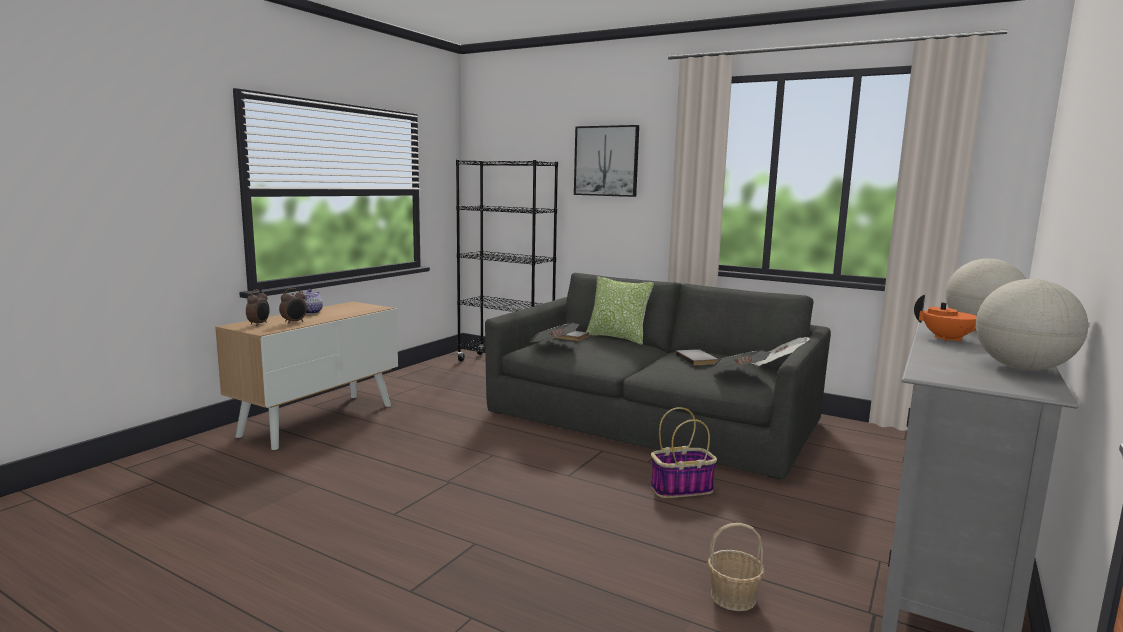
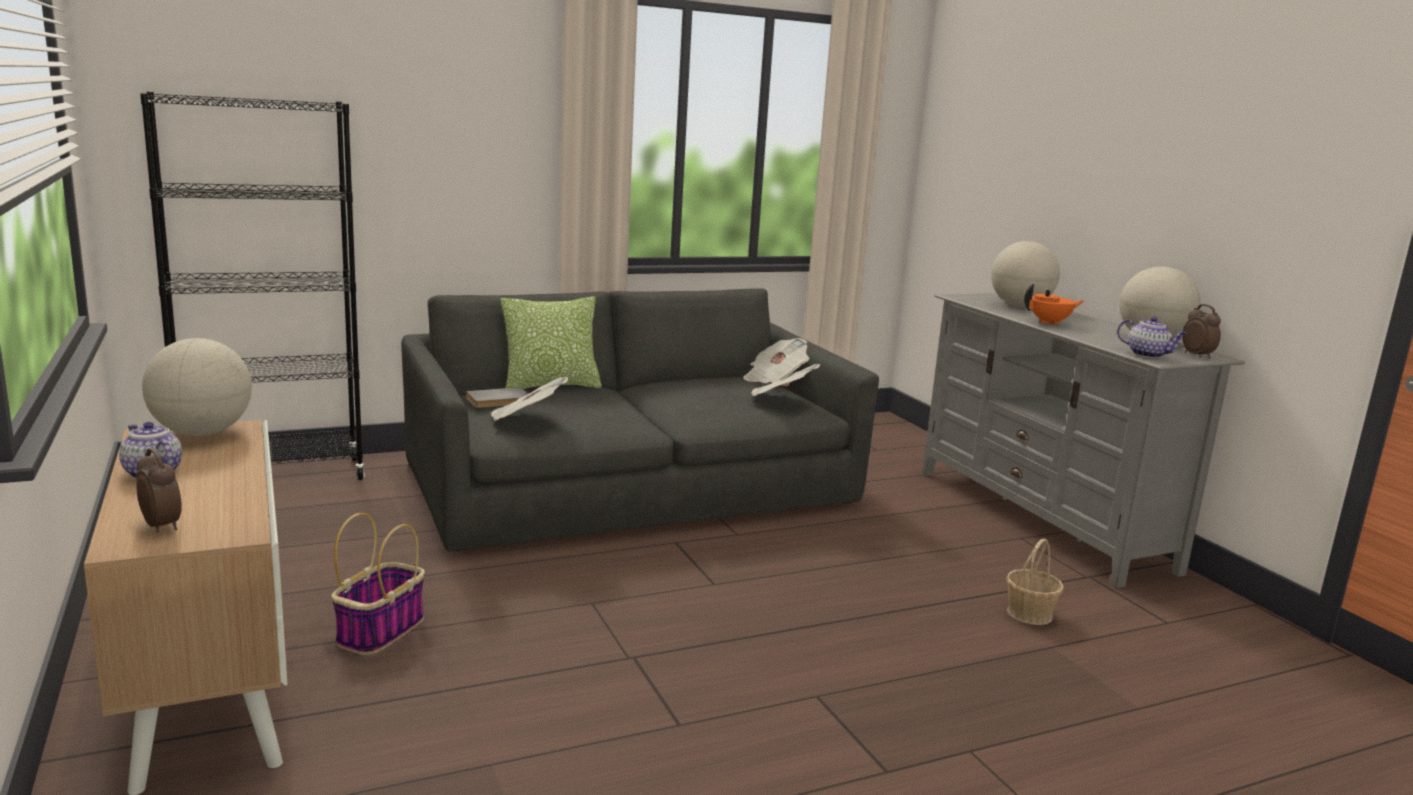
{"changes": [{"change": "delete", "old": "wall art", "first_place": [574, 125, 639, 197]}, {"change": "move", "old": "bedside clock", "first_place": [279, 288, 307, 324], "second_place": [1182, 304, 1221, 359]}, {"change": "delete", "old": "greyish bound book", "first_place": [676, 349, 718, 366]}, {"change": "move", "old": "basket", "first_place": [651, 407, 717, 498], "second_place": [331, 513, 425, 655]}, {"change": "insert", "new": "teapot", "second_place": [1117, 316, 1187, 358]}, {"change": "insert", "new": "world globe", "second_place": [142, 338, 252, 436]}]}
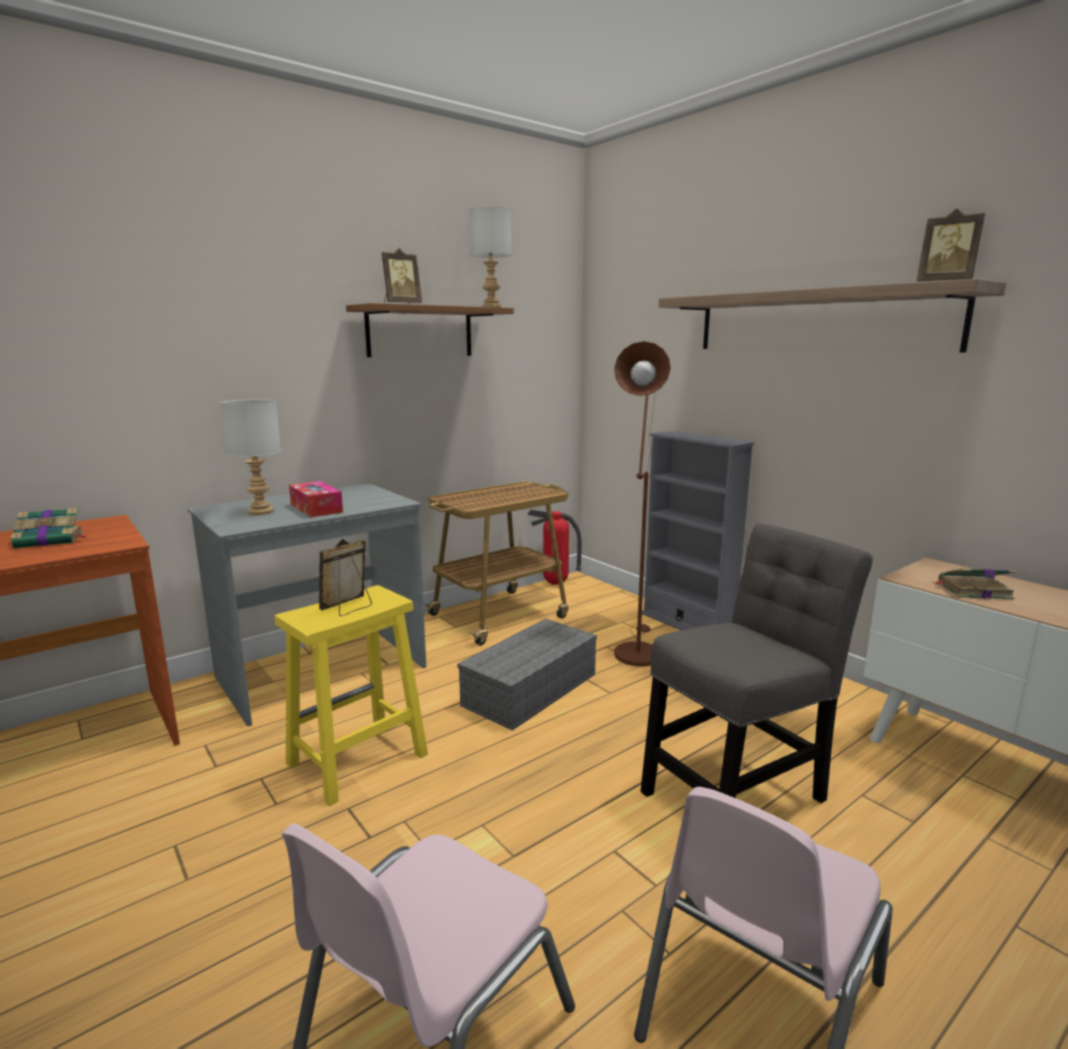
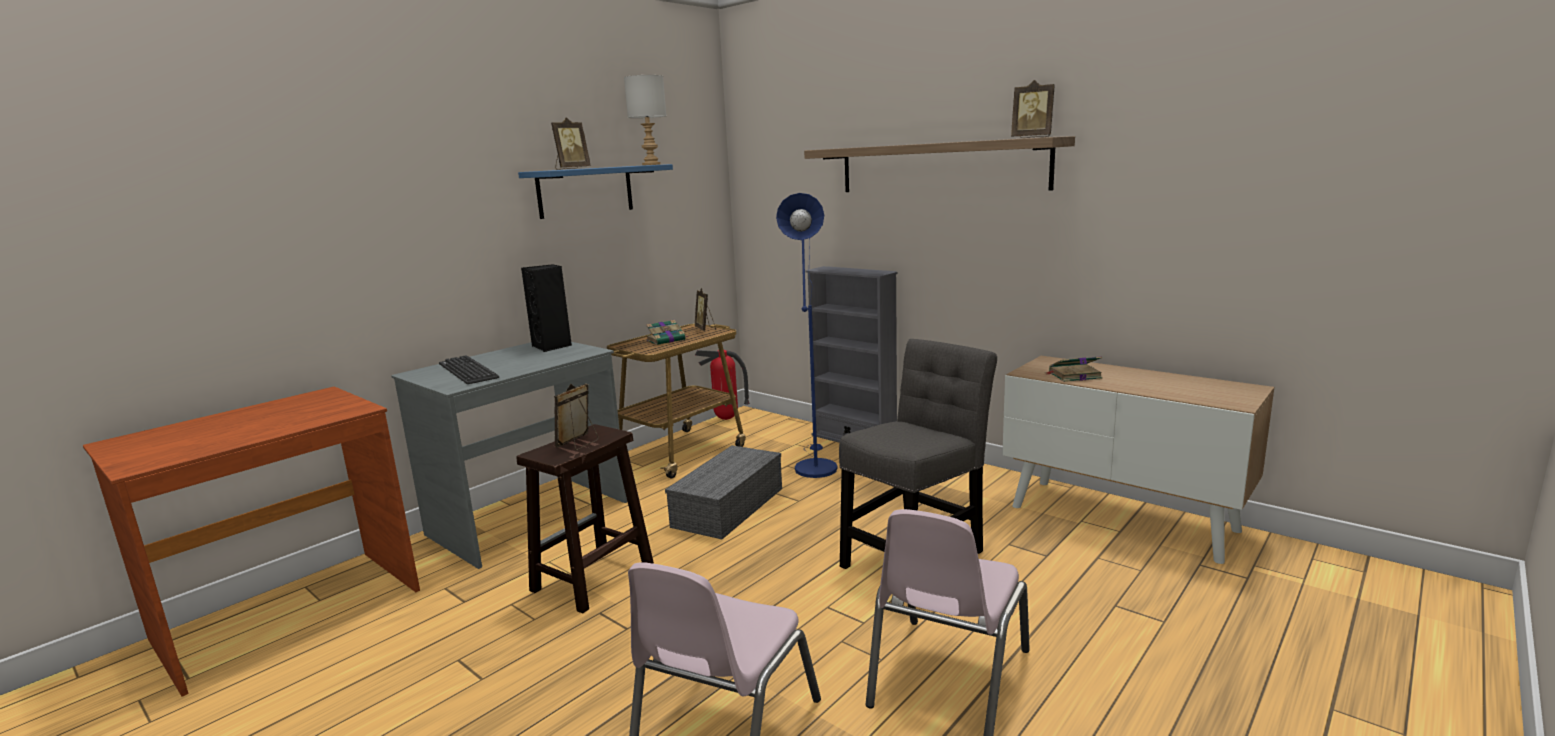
{"changes": [{"change": "recolor", "old": "brown-coloured shelf", "new": "blue shelf", "first_place": [346, 303, 514, 357], "second_place": [518, 164, 673, 219]}, {"change": "recolor", "old": "brown-coloured floor lamp", "new": "blue floor lamp", "first_place": [614, 341, 671, 666], "second_place": [776, 193, 837, 478]}, {"change": "replace", "old": "greyish tabletop lamp", "new": "PC keyboard", "first_place": [220, 399, 281, 515], "second_place": [439, 355, 499, 384]}, {"change": "delete", "old": "tissue holder", "first_place": [289, 481, 343, 517]}, {"change": "move", "old": "bound book", "first_place": [11, 508, 86, 549], "second_place": [646, 320, 689, 345]}, {"change": "recolor", "old": "yellow stool", "new": "brown-coloured stool", "first_place": [275, 585, 428, 806], "second_place": [516, 424, 654, 614]}, {"change": "insert", "new": "blackish speaker", "second_place": [521, 264, 572, 352]}, {"change": "insert", "new": "standing frame", "second_place": [695, 288, 716, 331]}]}
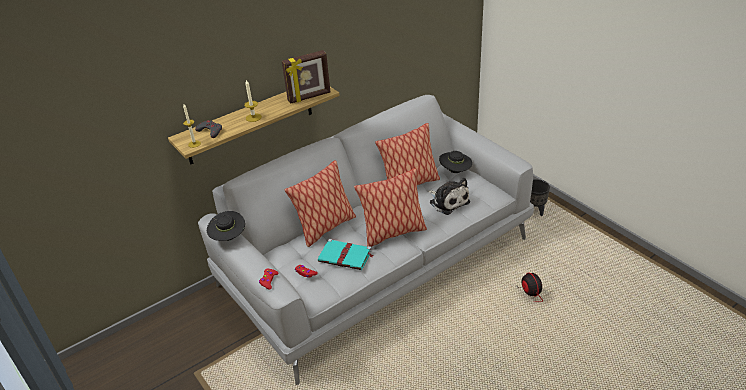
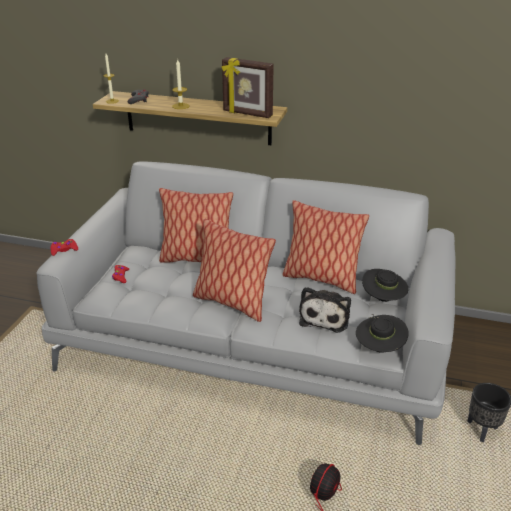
{"changes": [{"change": "move", "old": "blackish hat", "first_place": [207, 211, 245, 241], "second_place": [356, 314, 409, 353]}, {"change": "delete", "old": "turquoise bound book", "first_place": [318, 239, 374, 270]}]}
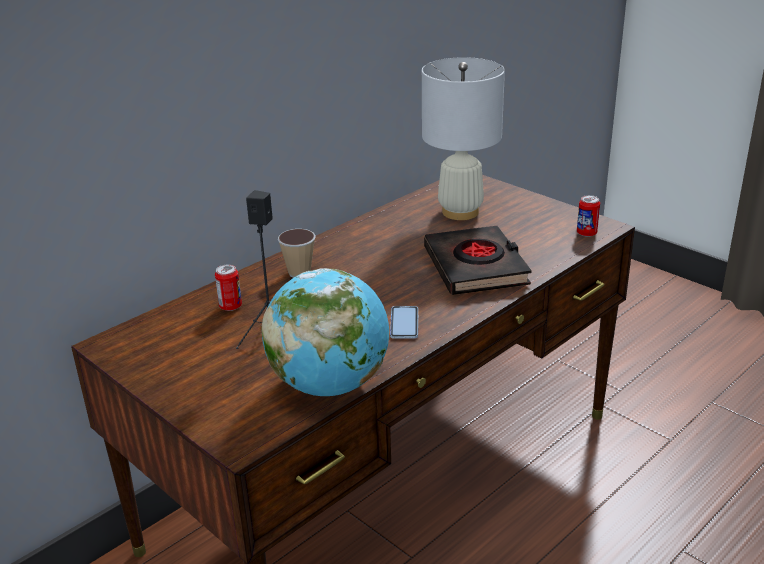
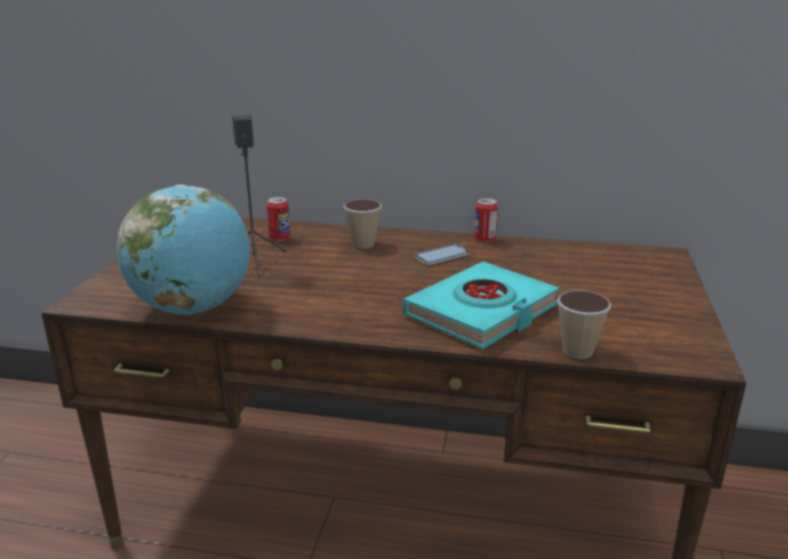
{"changes": [{"change": "delete", "old": "white-coloured tabletop lamp", "first_place": [422, 57, 505, 220]}, {"change": "move", "old": "can", "first_place": [577, 195, 600, 237], "second_place": [474, 198, 498, 242]}, {"change": "recolor", "old": "blackish bound book", "new": "turquoise bound book", "first_place": [424, 226, 532, 295], "second_place": [403, 261, 559, 349]}, {"change": "move", "old": "handset", "first_place": [390, 306, 418, 339], "second_place": [414, 244, 470, 265]}, {"change": "insert", "new": "drinking cup", "second_place": [557, 291, 611, 359]}]}
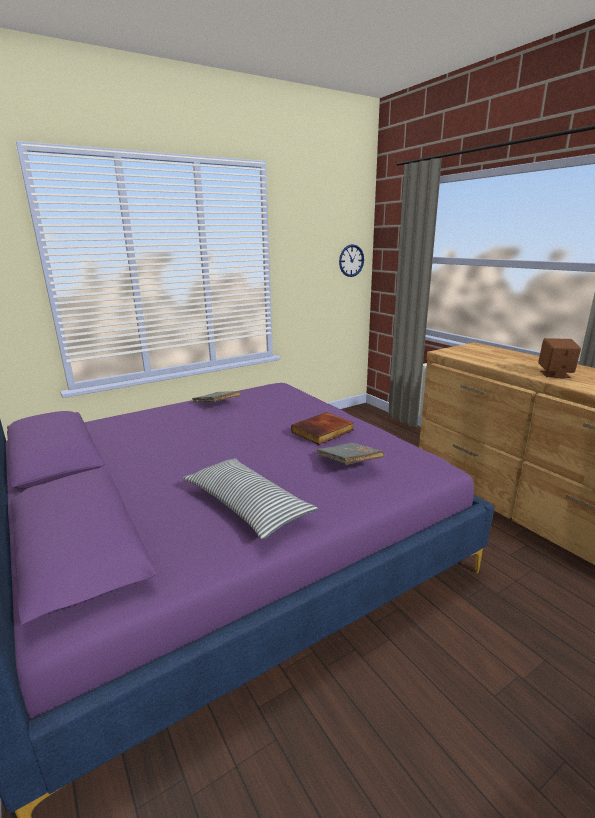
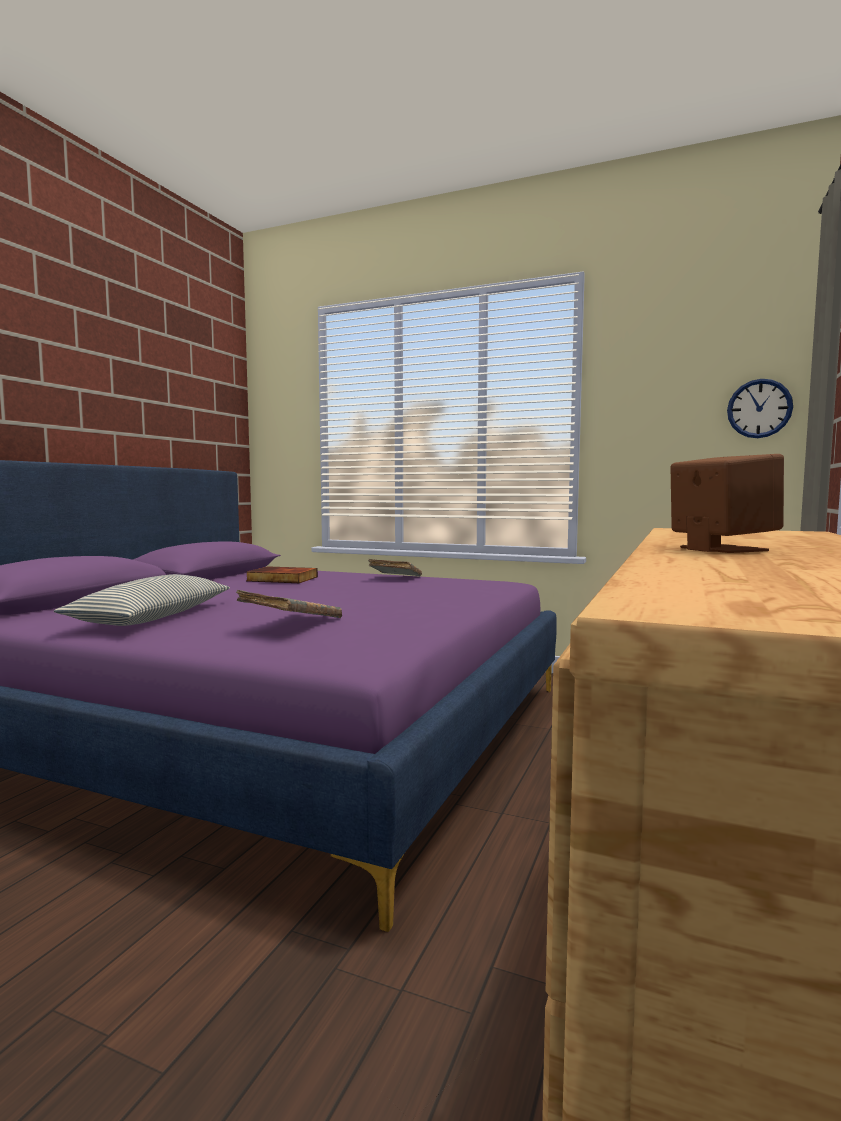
{"changes": [{"change": "move", "old": "bound book", "first_place": [291, 412, 354, 445], "second_place": [246, 566, 318, 583]}]}
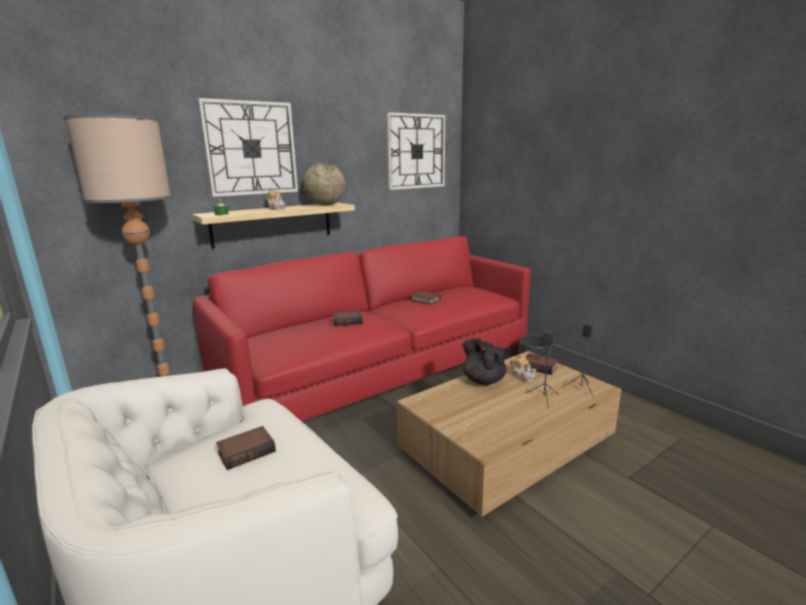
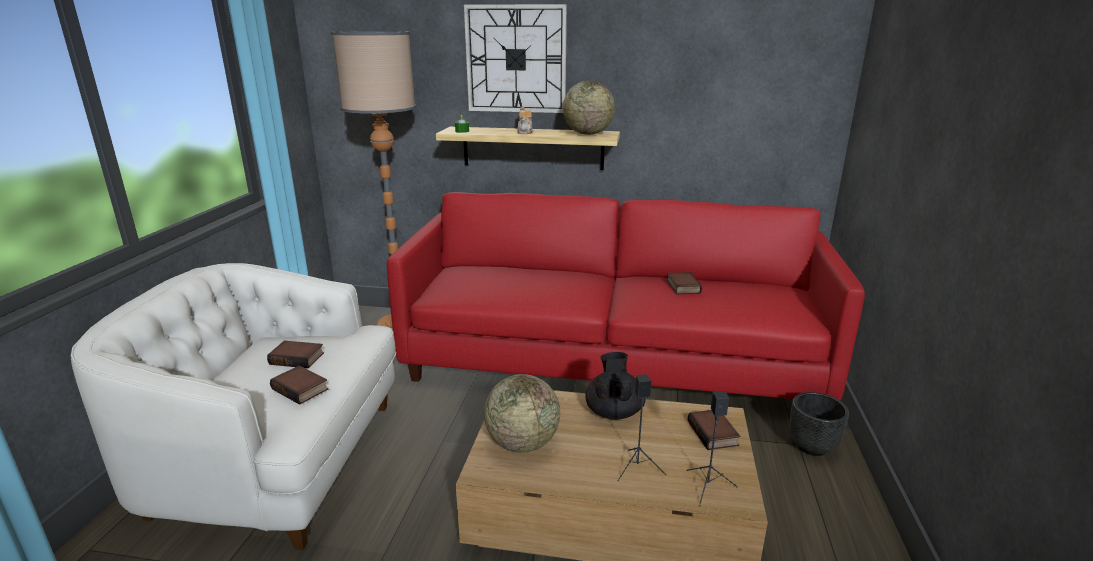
{"changes": [{"change": "delete", "old": "wall clock", "first_place": [386, 112, 445, 190]}, {"change": "move", "old": "bound book", "first_place": [333, 311, 363, 326], "second_place": [270, 366, 328, 405]}, {"change": "delete", "old": "teapot", "first_place": [510, 354, 536, 383]}, {"change": "insert", "new": "world globe", "second_place": [484, 374, 560, 453]}]}
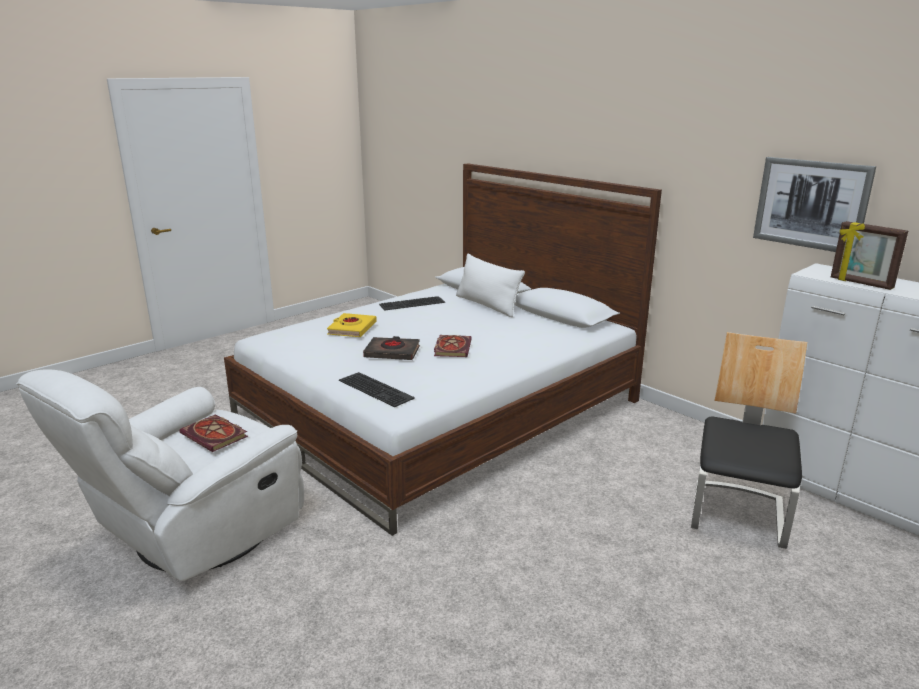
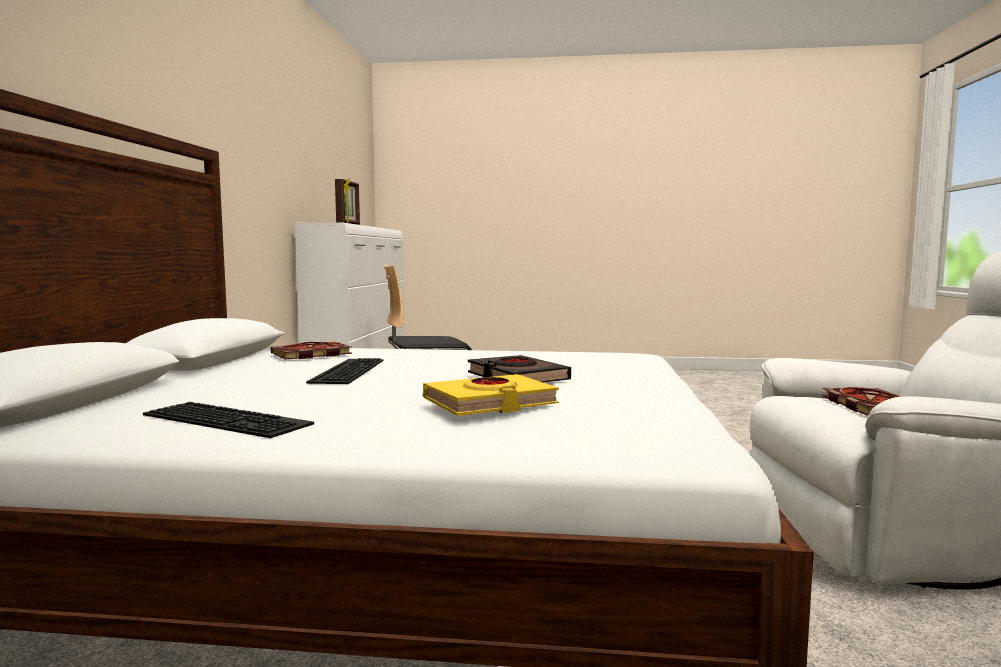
{"changes": [{"change": "delete", "old": "wall art", "first_place": [753, 157, 876, 252]}, {"change": "delete", "old": "white-coloured pillow", "first_place": [456, 254, 525, 317]}, {"change": "move", "old": "bound book", "first_place": [434, 335, 472, 357], "second_place": [270, 342, 352, 360]}, {"change": "move", "old": "PC keyboard", "first_place": [339, 372, 415, 407], "second_place": [306, 358, 383, 384]}]}
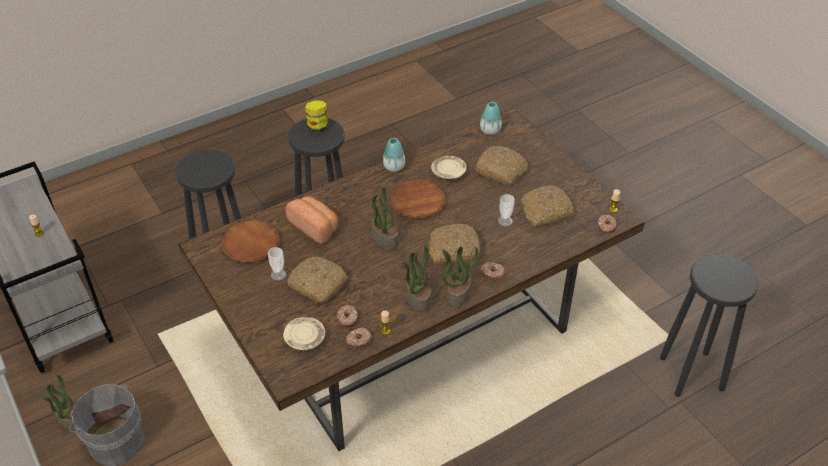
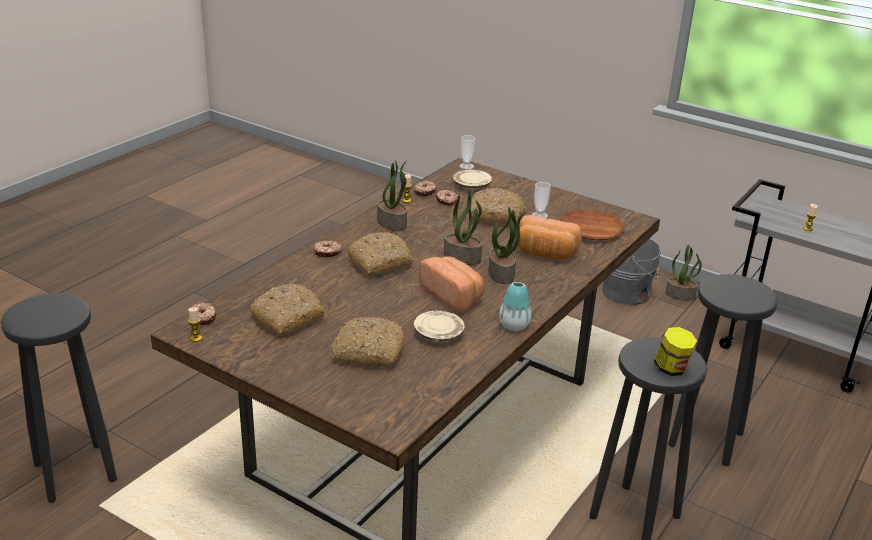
{"changes": [{"change": "delete", "old": "decorative vase", "first_place": [480, 102, 502, 135]}, {"change": "replace", "old": "brown-coloured flat dish", "new": "bread", "first_place": [390, 180, 445, 218], "second_place": [419, 256, 484, 312]}, {"change": "move", "old": "drinking cup", "first_place": [498, 194, 515, 226], "second_place": [459, 135, 475, 169]}, {"change": "move", "old": "houseplant", "first_place": [442, 246, 479, 307], "second_place": [488, 207, 527, 284]}]}
